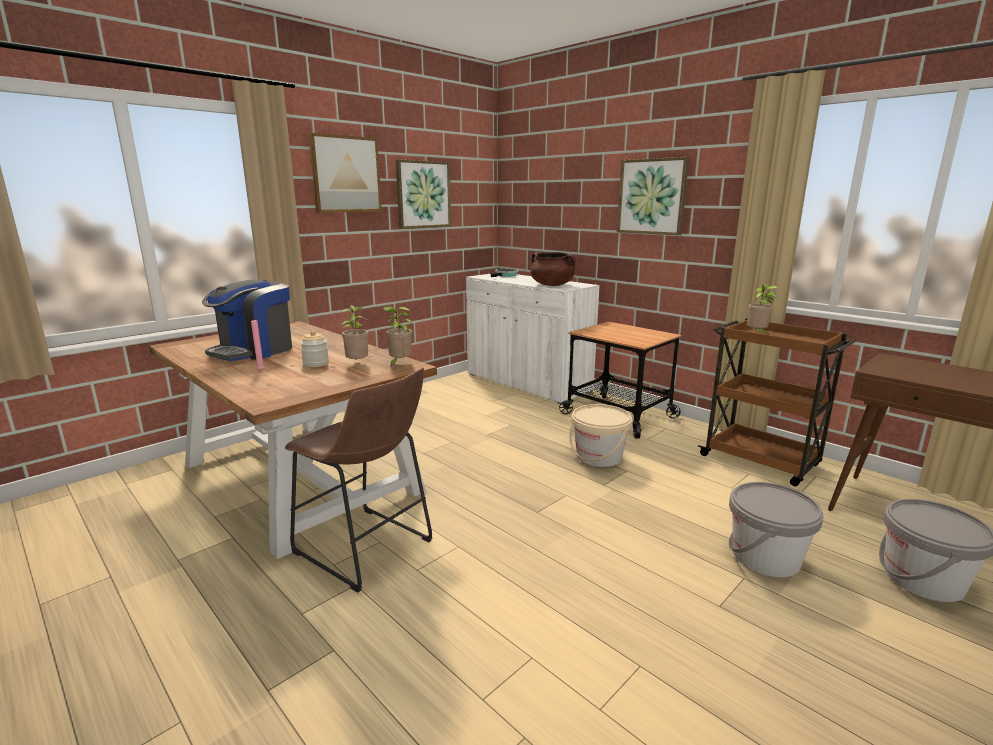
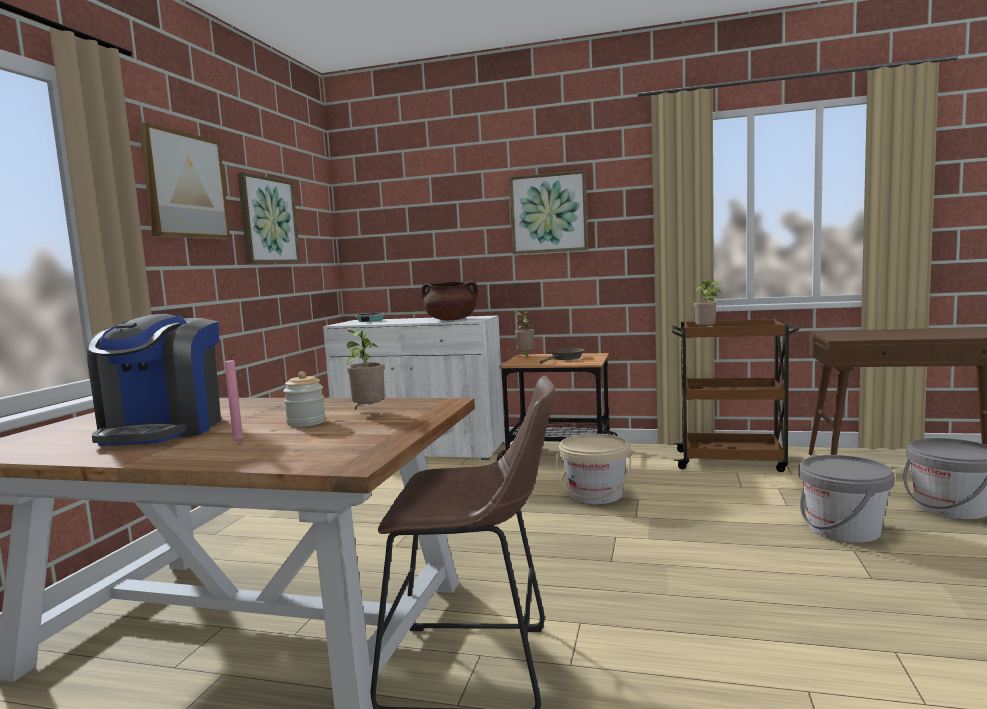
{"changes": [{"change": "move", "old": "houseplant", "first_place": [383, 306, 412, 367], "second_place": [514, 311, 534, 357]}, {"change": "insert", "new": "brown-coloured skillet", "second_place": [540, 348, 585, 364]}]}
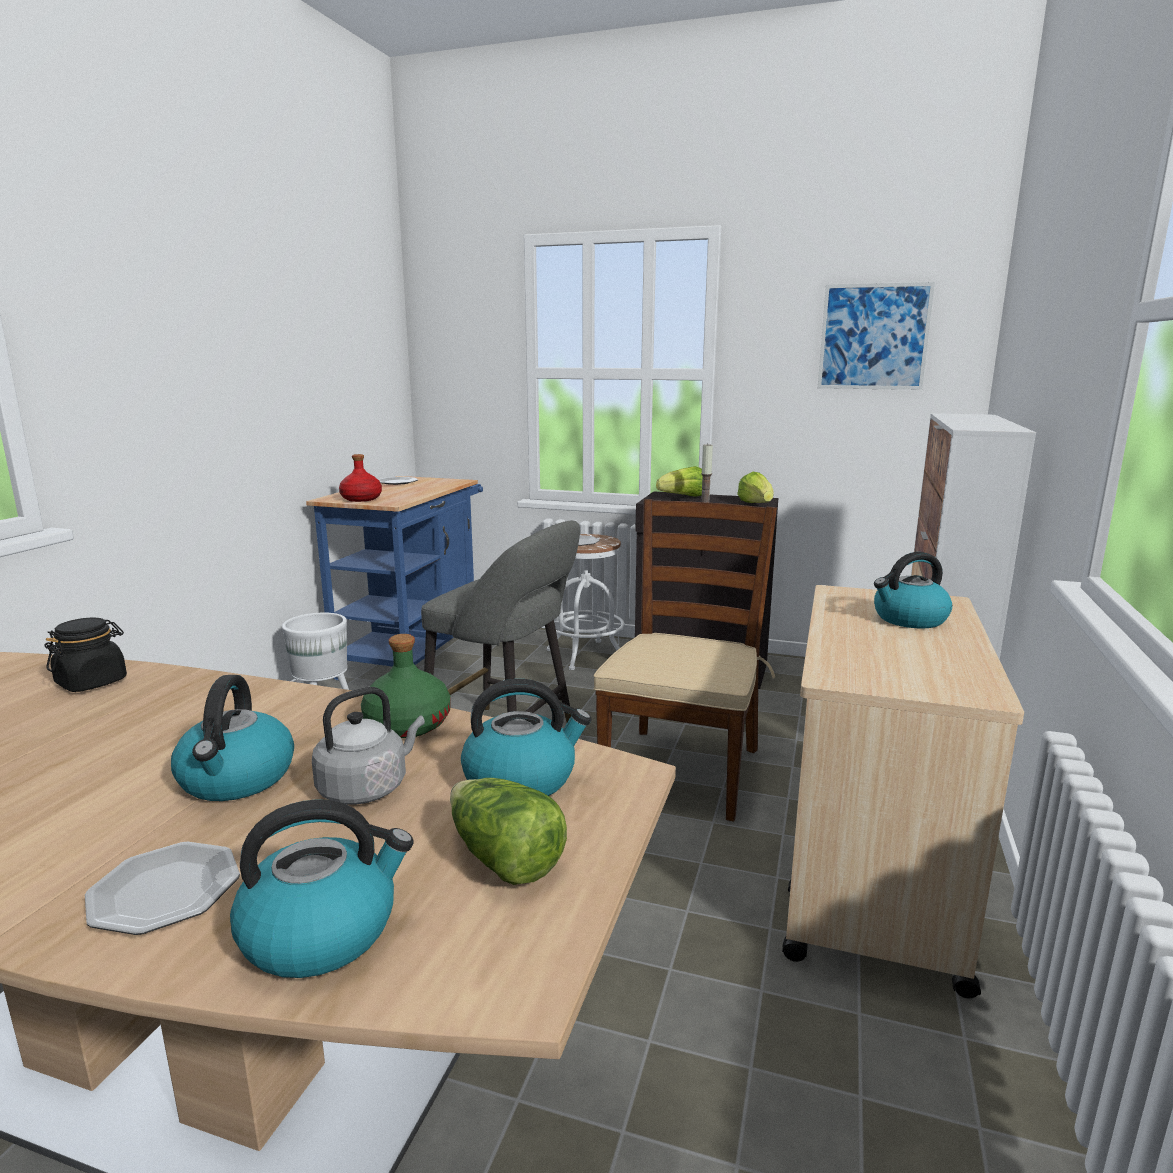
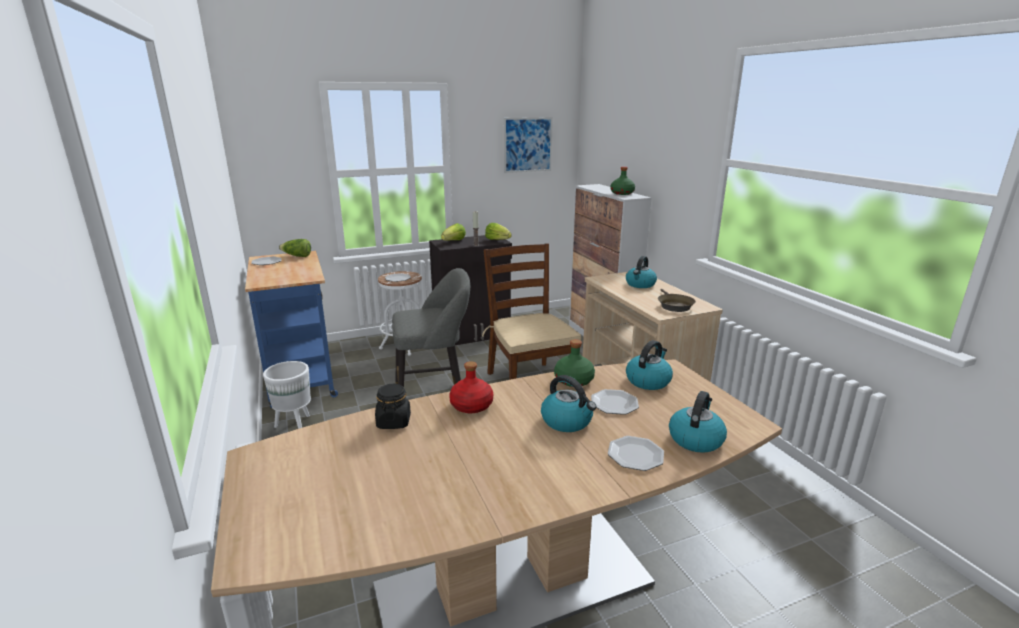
{"changes": [{"change": "move", "old": "red drink bottle", "first_place": [339, 454, 382, 502], "second_place": [449, 361, 493, 413]}, {"change": "replace", "old": "greyish kettle", "new": "flat dish", "first_place": [312, 687, 425, 805], "second_place": [591, 389, 639, 415]}, {"change": "move", "old": "lettuce head", "first_place": [450, 778, 567, 885], "second_place": [279, 239, 311, 257]}, {"change": "insert", "new": "greenish drink bottle", "second_place": [611, 167, 635, 195]}, {"change": "insert", "new": "brown-coloured skillet", "second_place": [658, 289, 696, 312]}]}
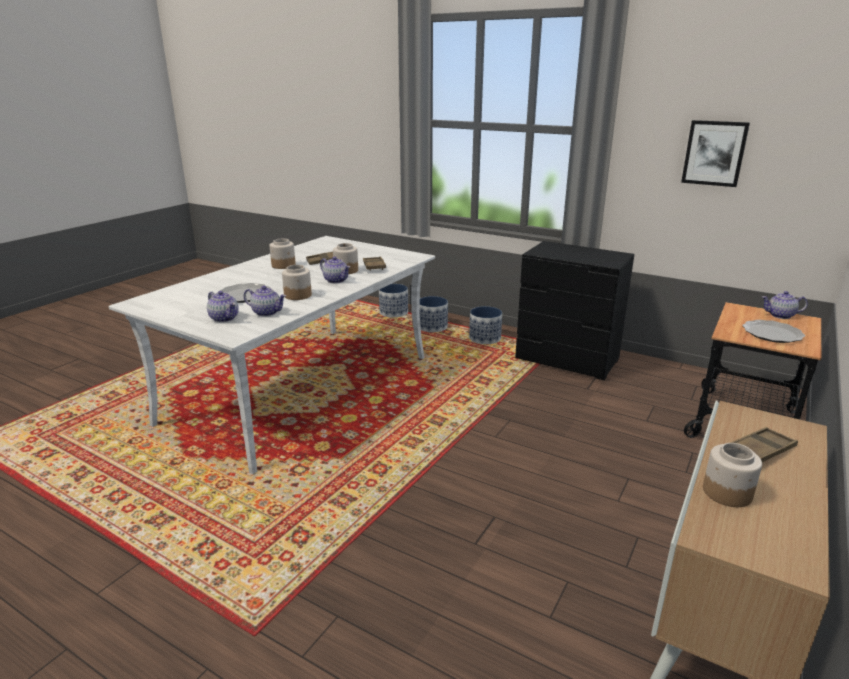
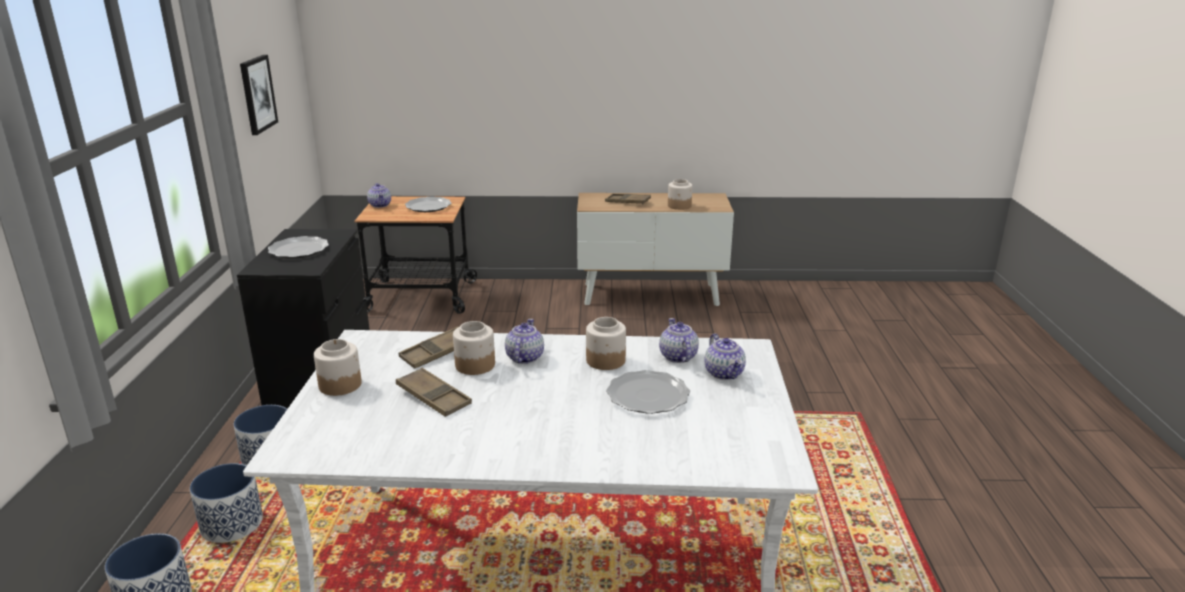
{"changes": [{"change": "move", "old": "preserve jar", "first_place": [269, 239, 296, 269], "second_place": [314, 339, 362, 396]}, {"change": "rotate", "old": "teapot", "first_place": [207, 291, 239, 322], "second_place": [705, 333, 746, 380], "degrees": 150}, {"change": "insert", "new": "flat dish", "second_place": [268, 236, 329, 259]}]}
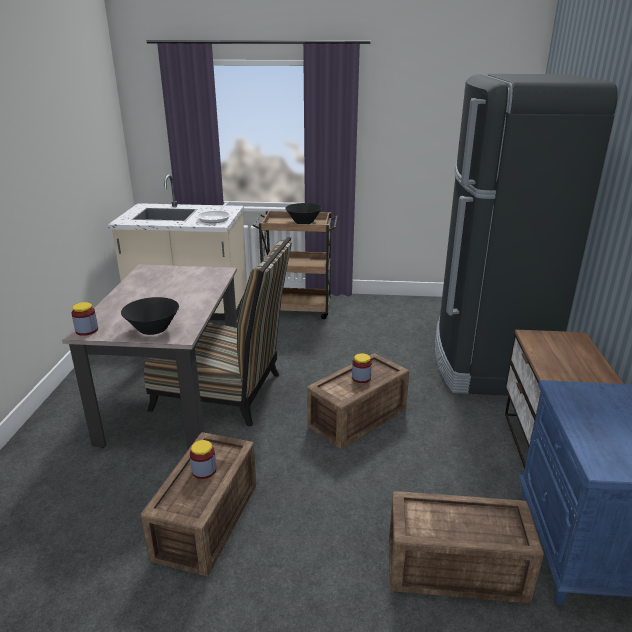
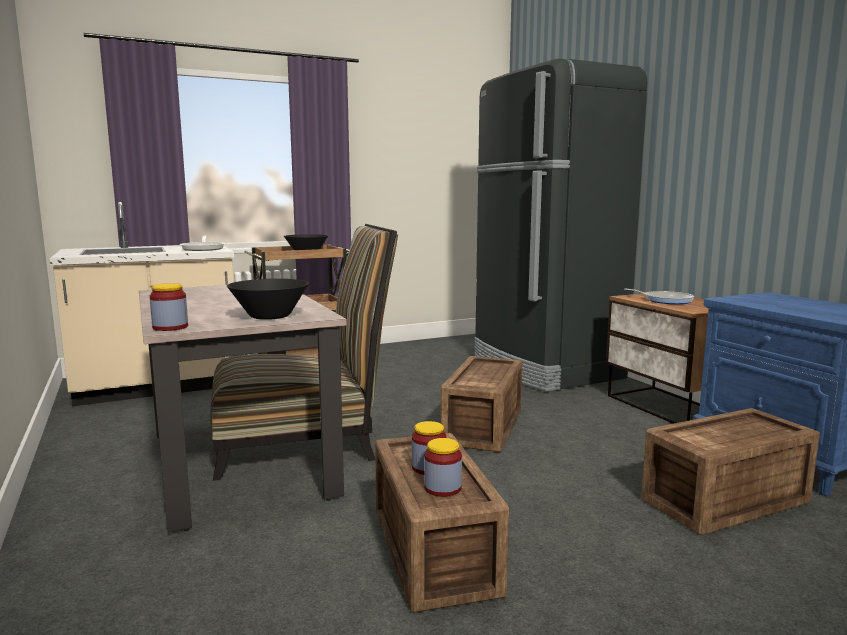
{"changes": [{"change": "move", "old": "preserve jar", "first_place": [352, 353, 372, 383], "second_place": [424, 438, 462, 497]}, {"change": "insert", "new": "skillet", "second_place": [624, 289, 694, 304]}]}
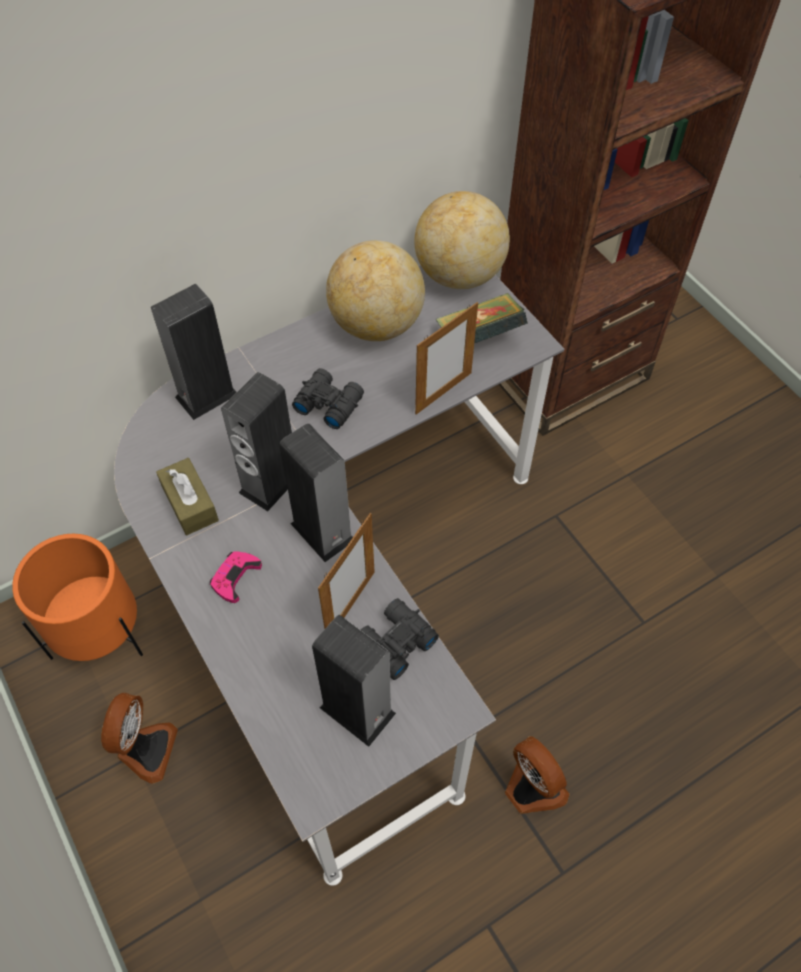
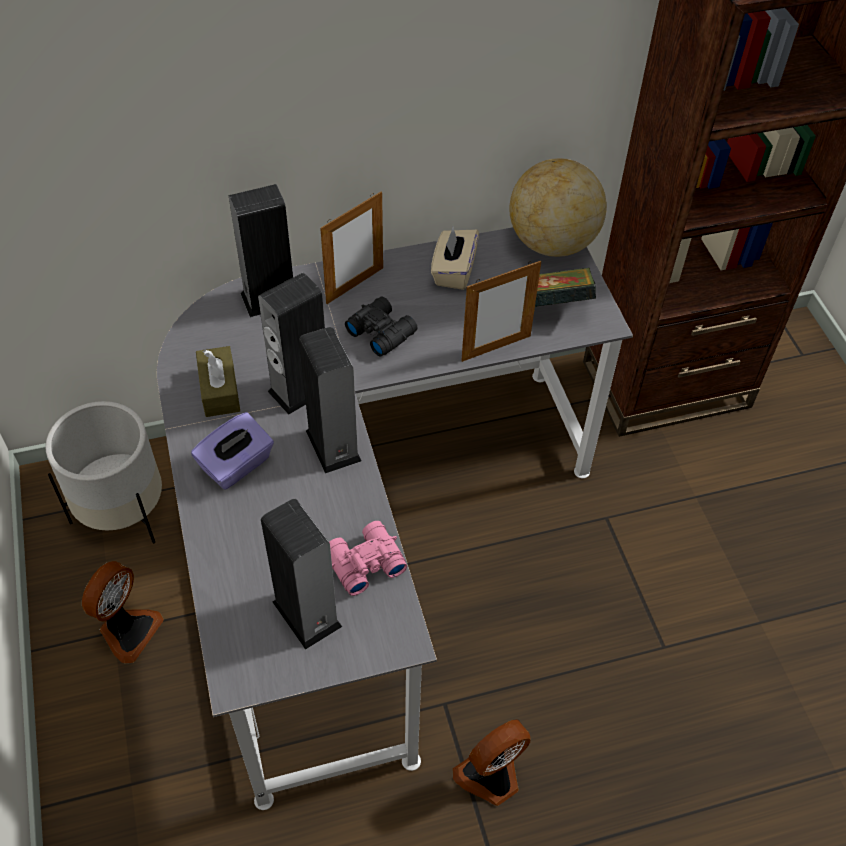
{"changes": [{"change": "replace", "old": "world globe", "new": "sand-coloured tissue holder", "first_place": [326, 240, 425, 341], "second_place": [431, 227, 479, 290]}, {"change": "move", "old": "standing frame", "first_place": [318, 513, 375, 628], "second_place": [320, 191, 383, 304]}, {"change": "recolor", "old": "orange-coloured planter", "new": "white-coloured planter", "first_place": [12, 534, 143, 661], "second_place": [45, 401, 162, 544]}, {"change": "replace", "old": "pinkish gamepad", "new": "purplish tissue holder", "first_place": [210, 552, 262, 603], "second_place": [191, 412, 274, 489]}, {"change": "recolor", "old": "blackish field glasses", "new": "pinkish field glasses", "first_place": [361, 598, 439, 680], "second_place": [329, 521, 407, 596]}, {"change": "rotate", "old": "fan", "first_place": [505, 736, 570, 814], "second_place": [453, 719, 531, 806], "degrees": -105}]}
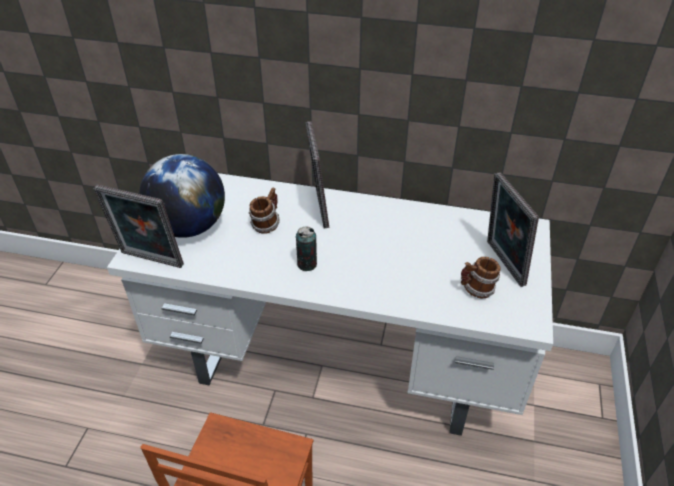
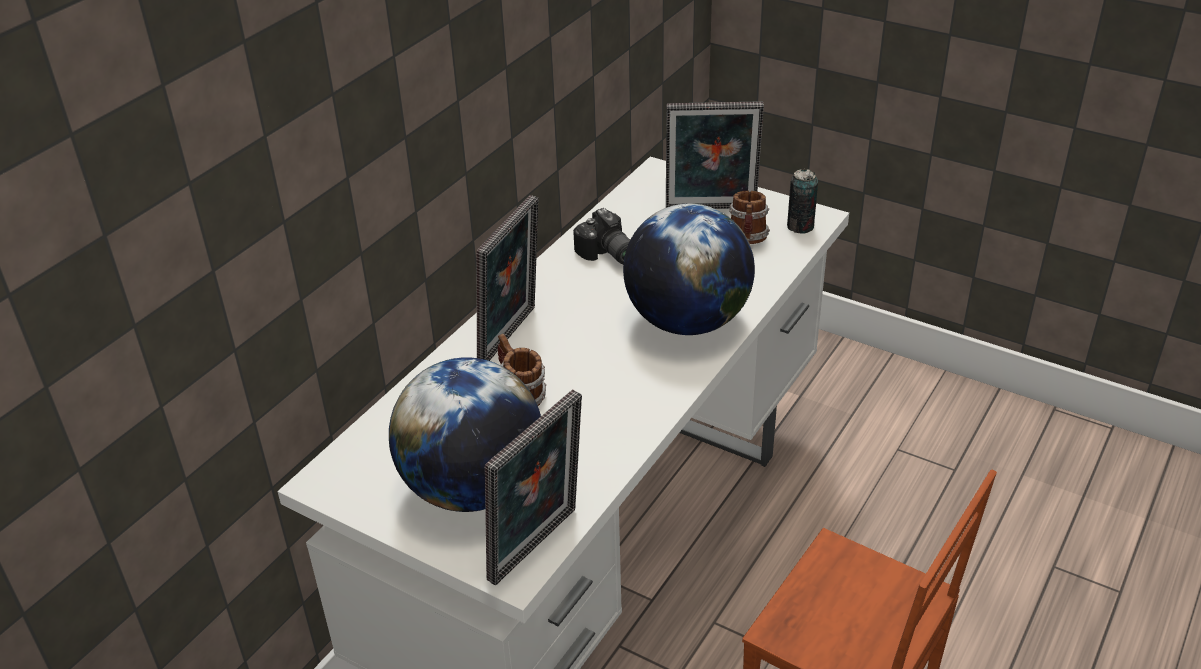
{"changes": [{"change": "rotate", "old": "standing frame", "first_place": [306, 121, 329, 228], "second_place": [476, 195, 539, 361], "degrees": -75}, {"change": "move", "old": "can", "first_place": [296, 226, 317, 271], "second_place": [787, 168, 818, 234]}, {"change": "insert", "new": "world globe", "second_place": [623, 204, 755, 335]}, {"change": "insert", "new": "photo camera", "second_place": [573, 208, 630, 264]}]}
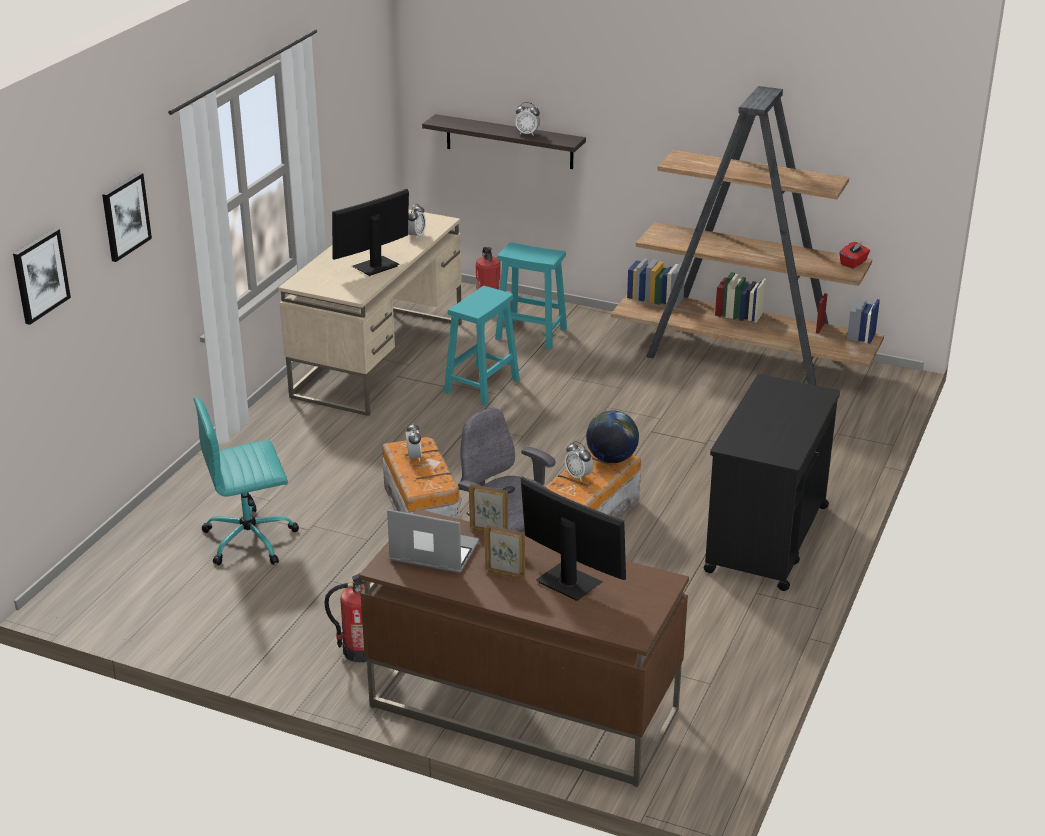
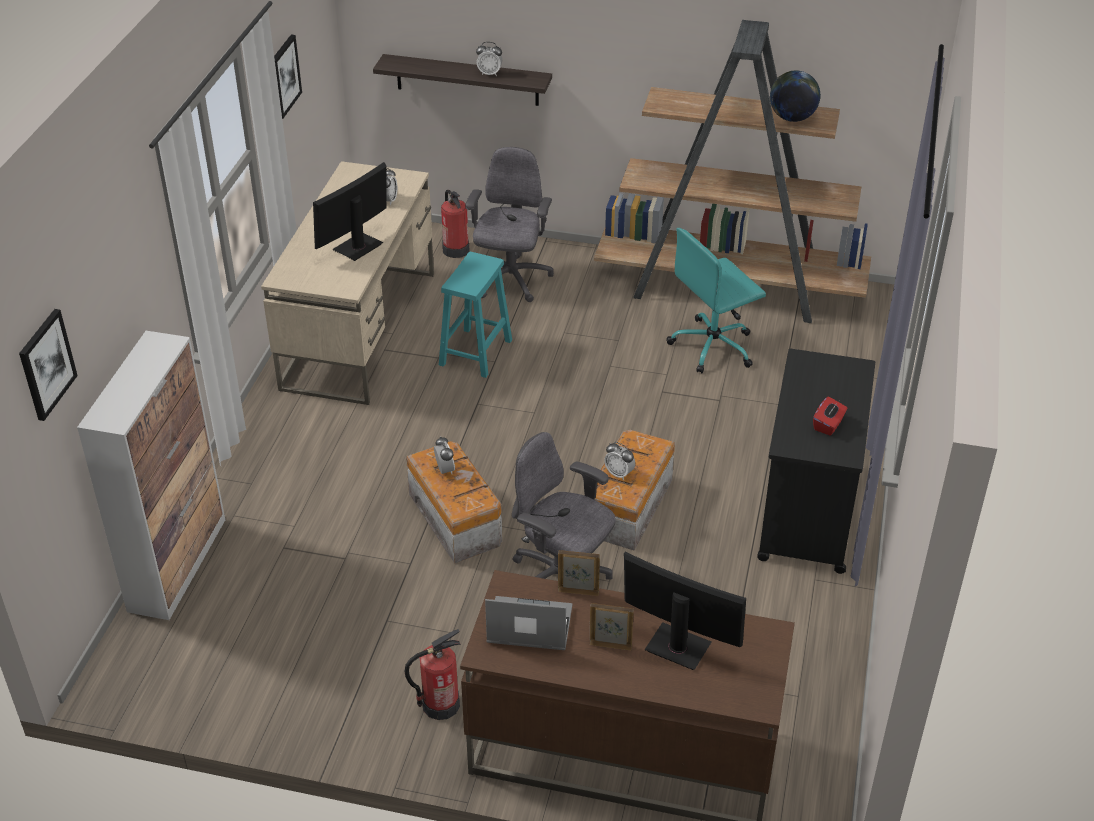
{"changes": [{"change": "move", "old": "wall art", "first_place": [102, 172, 152, 262], "second_place": [274, 35, 302, 119]}, {"change": "replace", "old": "turquoise stool", "new": "greyish office chair", "first_place": [495, 242, 567, 349], "second_place": [465, 147, 554, 302]}, {"change": "move", "old": "red tissue holder", "first_place": [840, 242, 870, 269], "second_place": [813, 396, 847, 436]}, {"change": "move", "old": "turquoise office chair", "first_place": [193, 397, 299, 565], "second_place": [666, 228, 766, 374]}, {"change": "move", "old": "world globe", "first_place": [586, 410, 639, 463], "second_place": [770, 70, 821, 122]}, {"change": "insert", "new": "cabinet", "second_place": [77, 331, 225, 620]}]}
